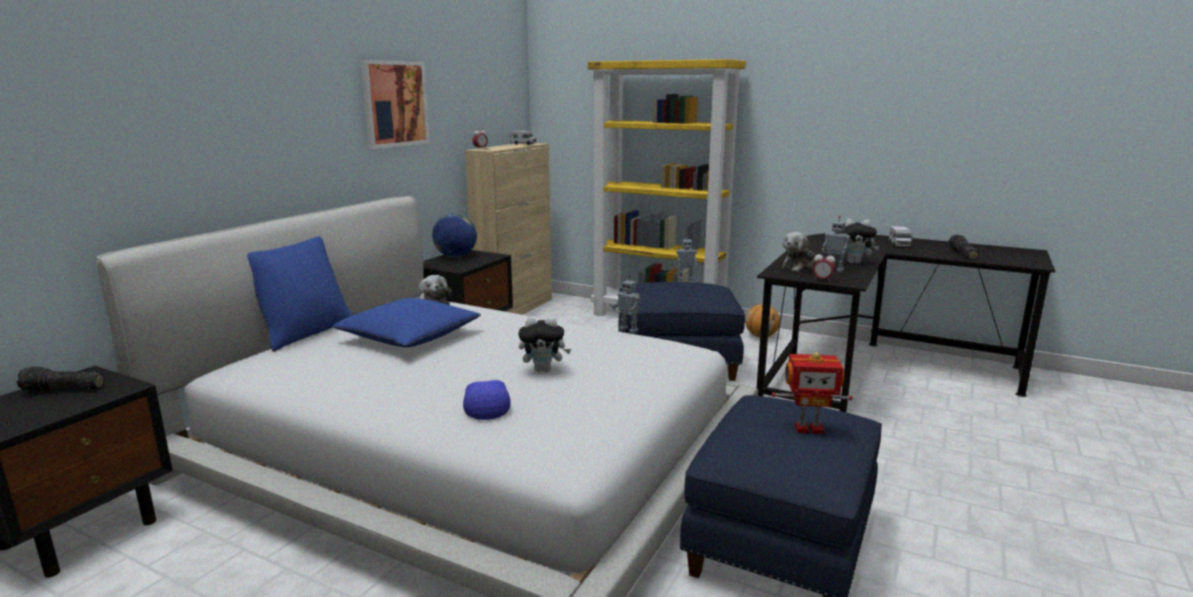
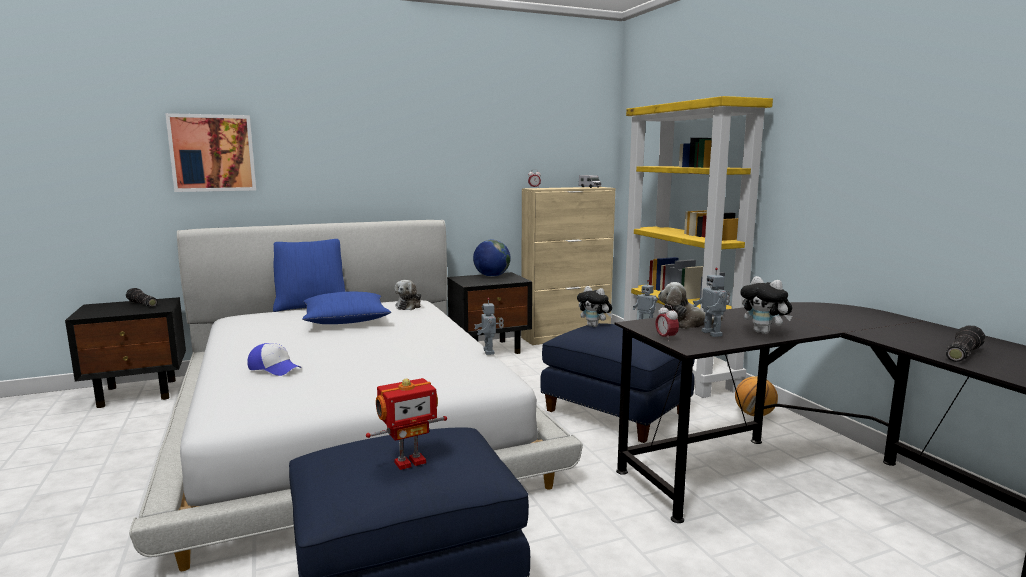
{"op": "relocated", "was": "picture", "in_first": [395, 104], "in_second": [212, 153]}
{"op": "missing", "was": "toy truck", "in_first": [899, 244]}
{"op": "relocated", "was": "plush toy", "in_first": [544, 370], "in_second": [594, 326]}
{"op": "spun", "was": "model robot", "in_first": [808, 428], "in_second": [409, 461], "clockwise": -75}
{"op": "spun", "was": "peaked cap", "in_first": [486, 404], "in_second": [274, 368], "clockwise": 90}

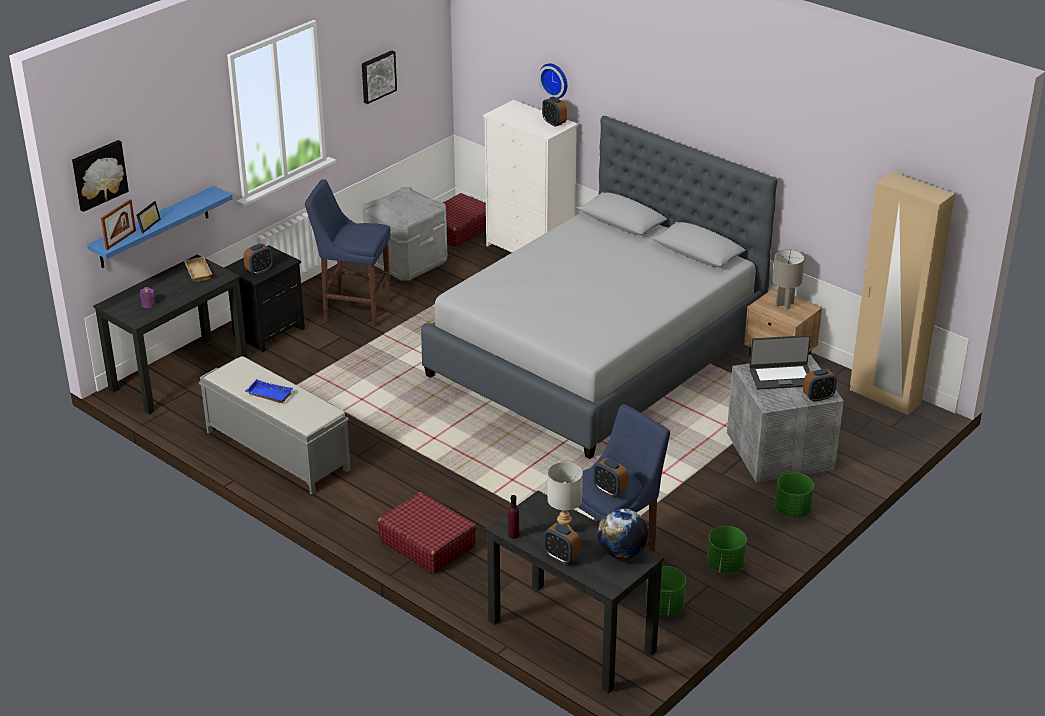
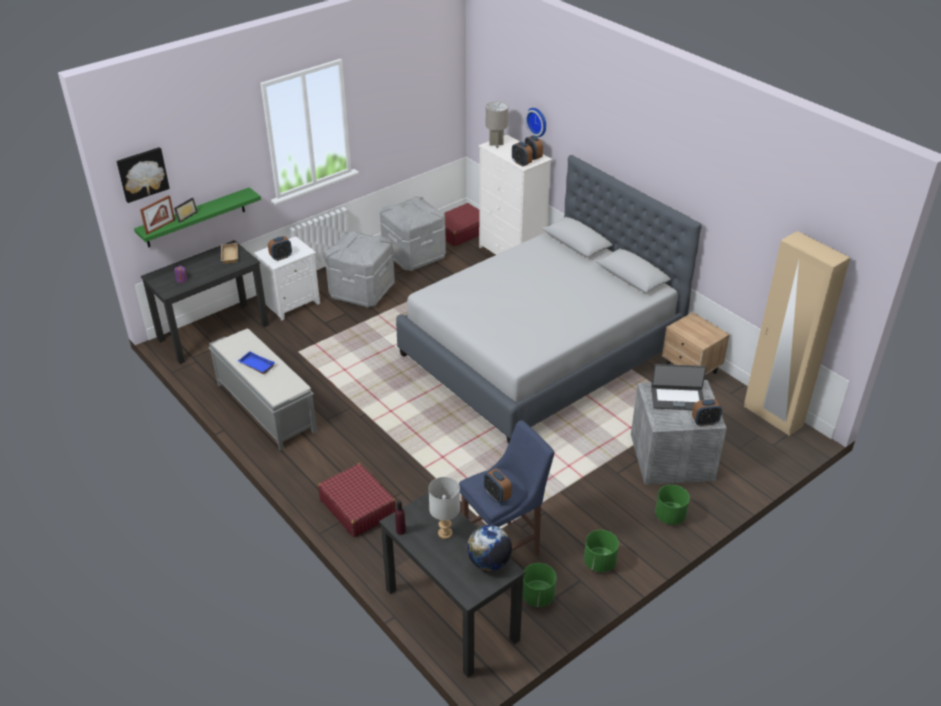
{"op": "missing", "was": "picture", "in_first": [377, 76]}
{"op": "exchanged", "was": "blue-coloured sitting stool", "now": "grey storage box", "in_first": [353, 309], "in_second": [362, 291]}
{"op": "colour", "was": "blue-coloured wall shelf", "now": "green-coloured wall shelf", "in_first": [154, 228], "in_second": [195, 218]}
{"op": "colour", "was": "blackish night table", "now": "white-coloured night table", "in_first": [268, 331], "in_second": [292, 303]}
{"op": "relocated", "was": "grey table lamp", "in_first": [784, 304], "in_second": [496, 144]}
{"op": "relocated", "was": "bedside clock", "in_first": [561, 557], "in_second": [521, 163]}

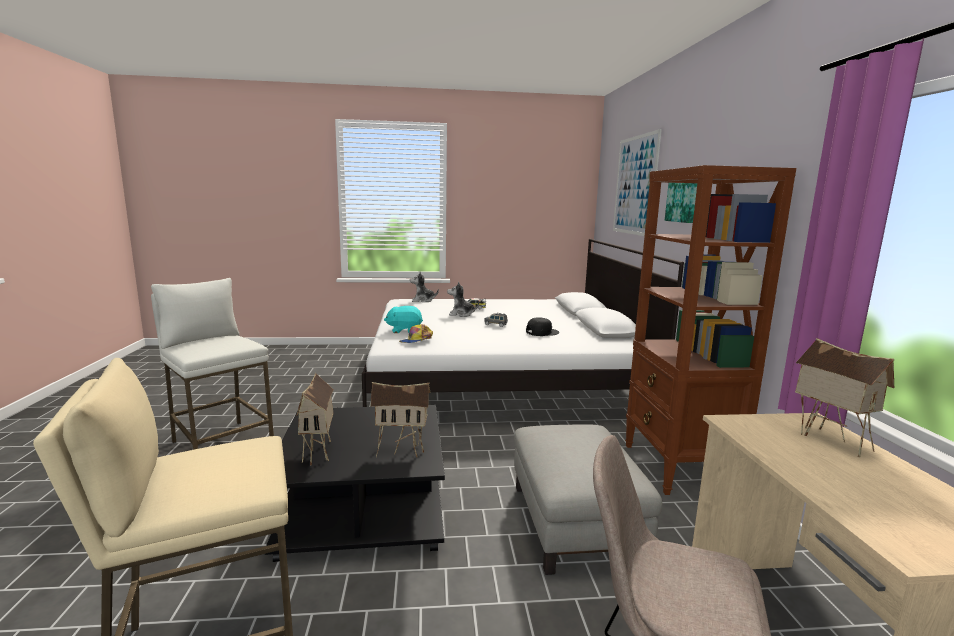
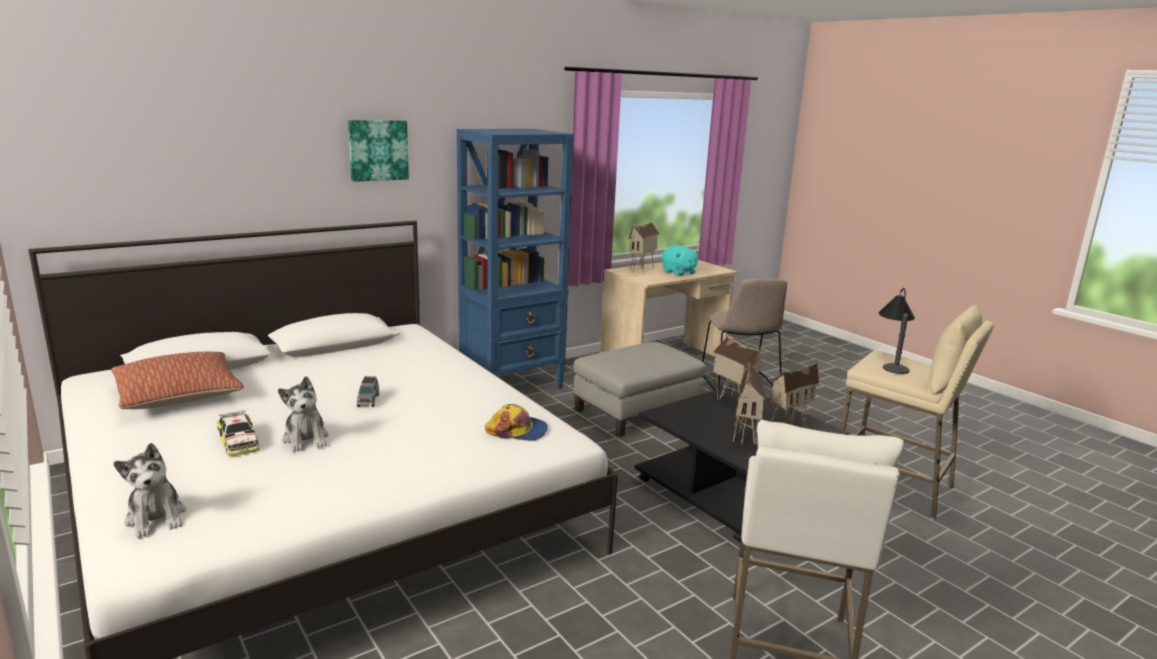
{"op": "missing", "was": "picture", "in_first": [635, 185]}
{"op": "colour", "was": "brown bookcase", "now": "blue-coloured bookcase", "in_first": [678, 467], "in_second": [512, 385]}
{"op": "relocated", "was": "turquoise-coloured plush toy", "in_first": [404, 330], "in_second": [678, 272]}
{"op": "missing", "was": "blackish peaked cap", "in_first": [542, 332]}
{"op": "appeared", "now": "table lamp", "in_second": [891, 360]}
{"op": "appeared", "now": "cushion", "in_second": [179, 396]}
{"op": "appeared", "now": "model house", "in_second": [746, 437]}

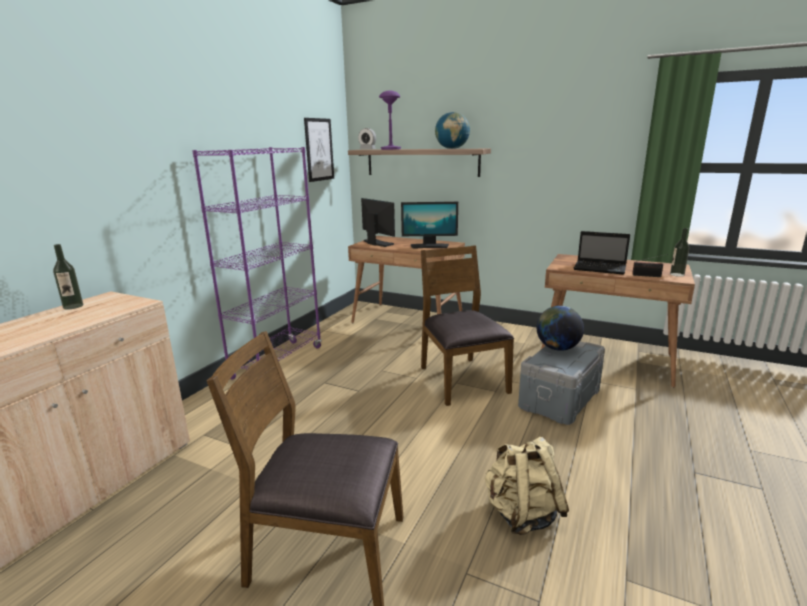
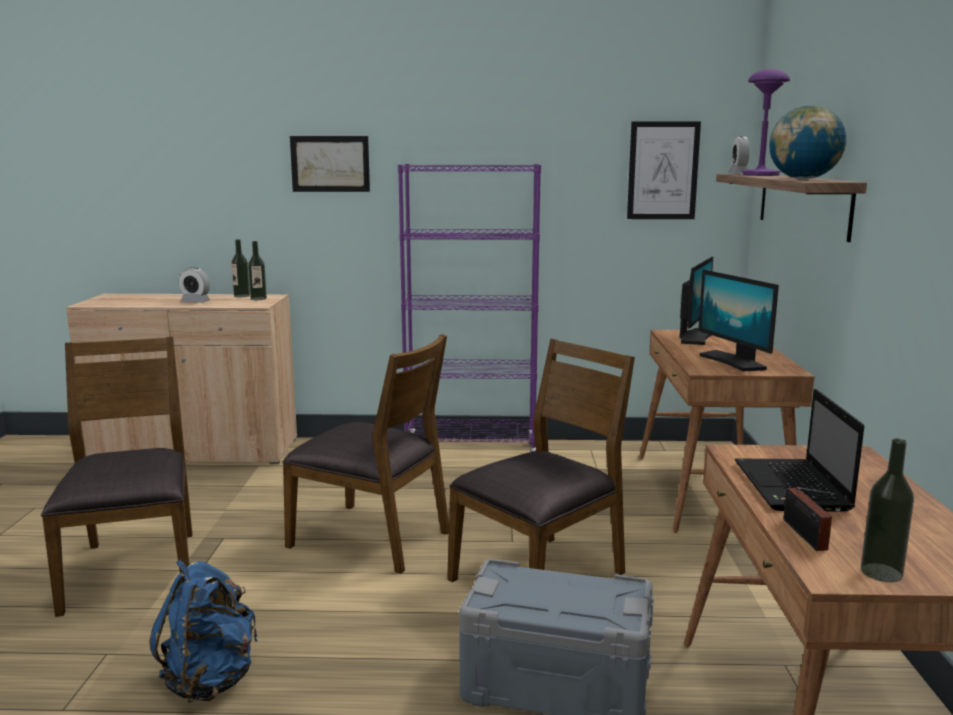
{"op": "missing", "was": "desk globe", "in_first": [557, 348]}
{"op": "colour", "was": "sand-coloured rucksack", "now": "blue-coloured rucksack", "in_first": [522, 514], "in_second": [211, 679]}
{"op": "appeared", "now": "picture", "in_second": [330, 164]}
{"op": "appeared", "now": "beverage bottle", "in_second": [258, 299]}
{"op": "appeared", "now": "bedside clock", "in_second": [195, 302]}
{"op": "appeared", "now": "brown plain chair", "in_second": [372, 538]}

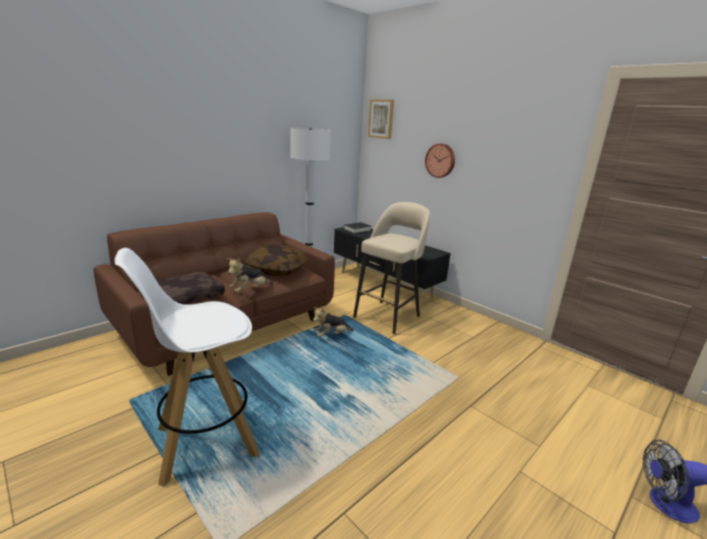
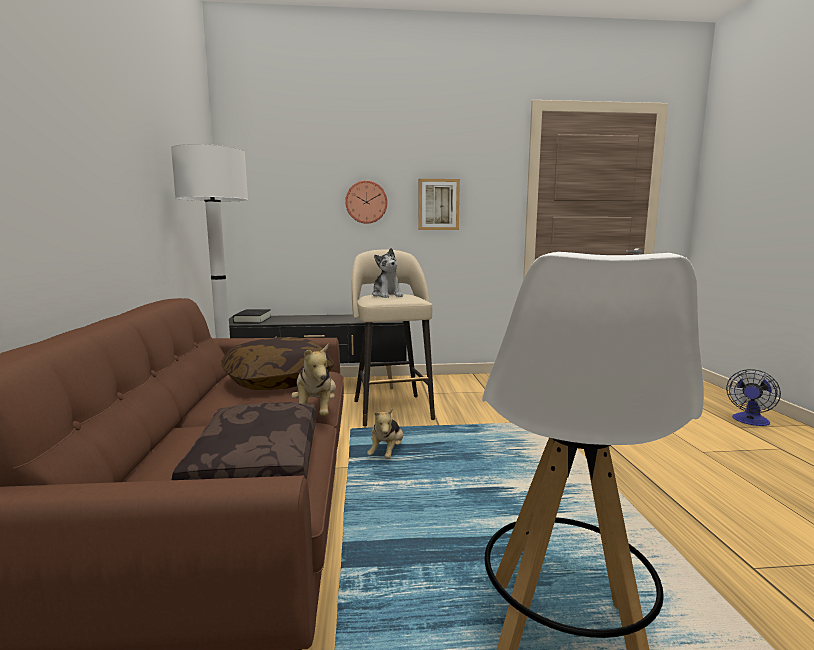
{"op": "relocated", "was": "picture", "in_first": [381, 119], "in_second": [438, 204]}
{"op": "appeared", "now": "plush toy", "in_second": [387, 295]}

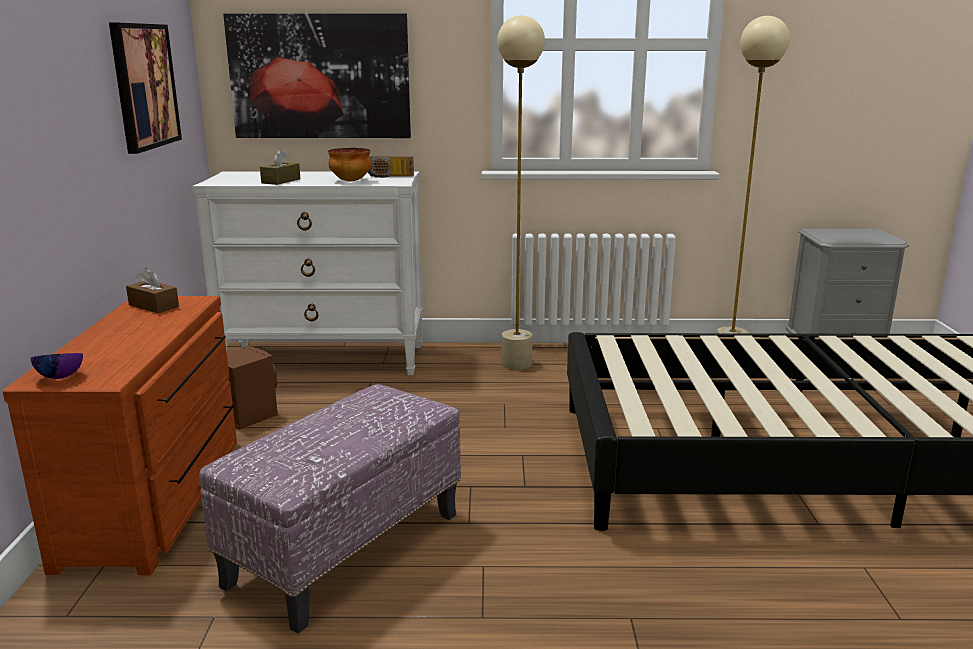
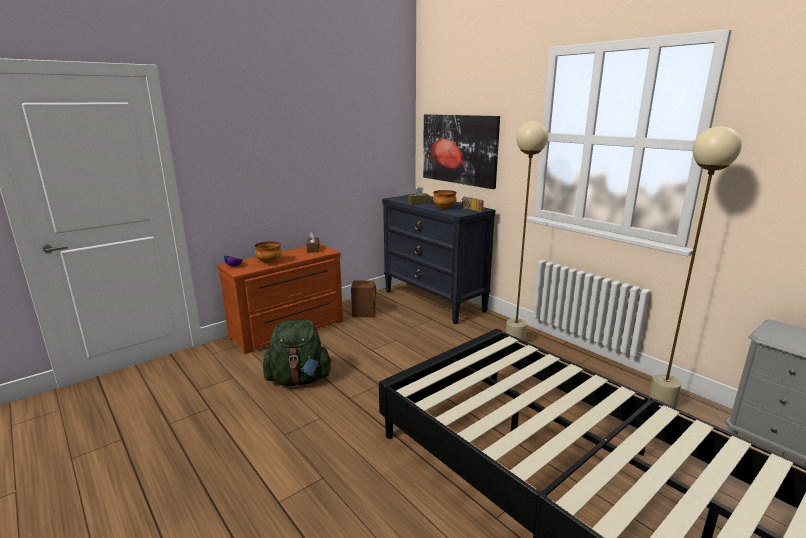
{"op": "missing", "was": "picture", "in_first": [144, 86]}
{"op": "colour", "was": "white-coloured chest of drawers", "now": "blackish chest of drawers", "in_first": [325, 359], "in_second": [434, 301]}
{"op": "exchanged", "was": "pouffe", "now": "green-coloured rucksack", "in_first": [345, 547], "in_second": [299, 380]}
{"op": "appeared", "now": "serving bowl", "in_second": [269, 262]}

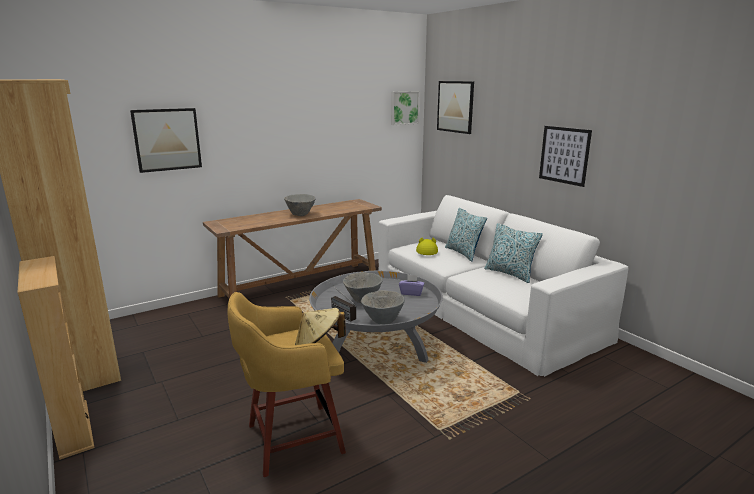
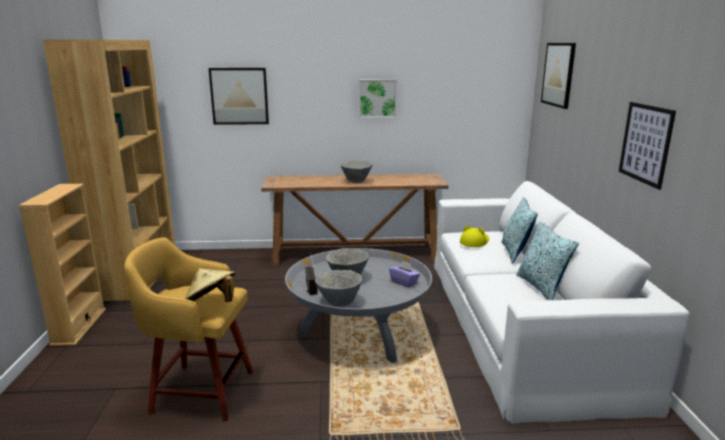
{"op": "relocated", "was": "picture", "in_first": [404, 108], "in_second": [377, 98]}

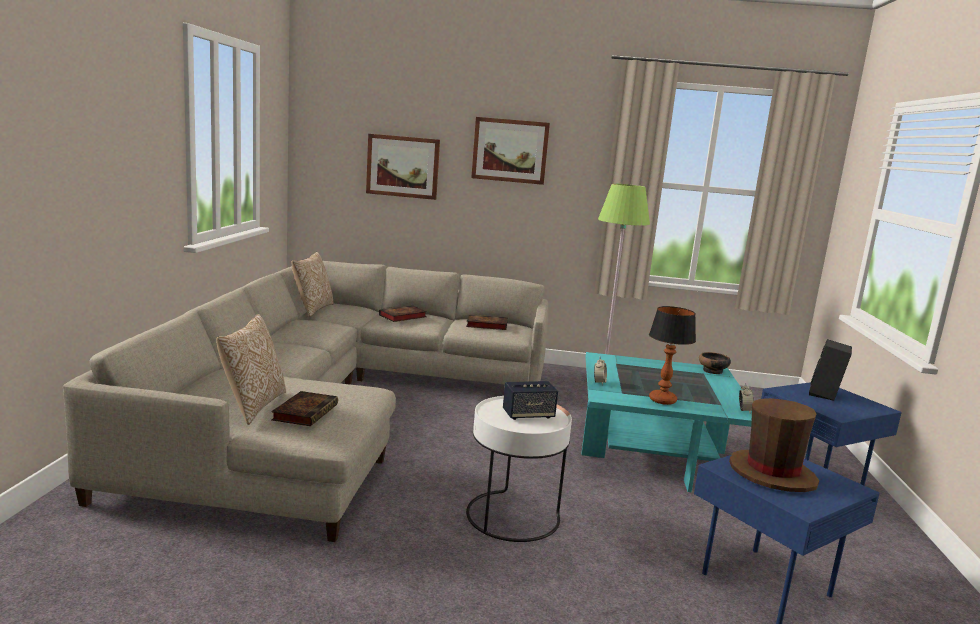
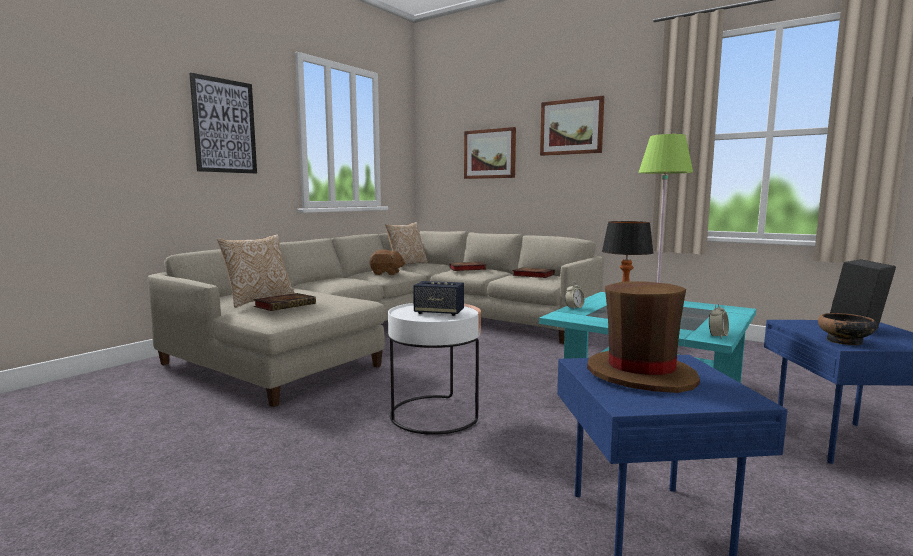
{"op": "relocated", "was": "serving bowl", "in_first": [712, 371], "in_second": [844, 341]}
{"op": "appeared", "now": "picture", "in_second": [224, 126]}
{"op": "appeared", "now": "brown plush toy", "in_second": [386, 273]}

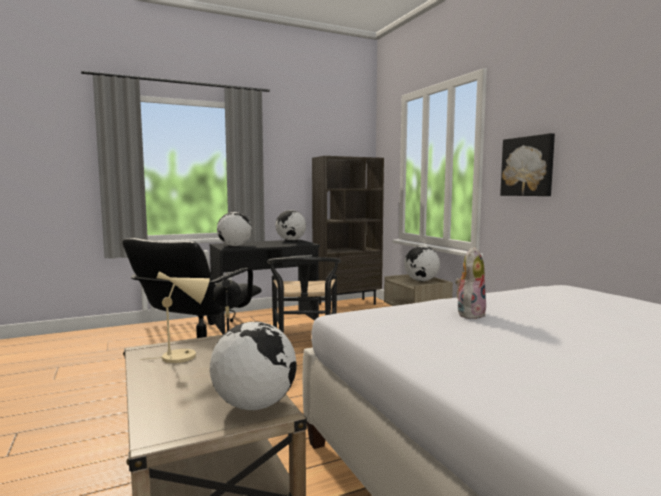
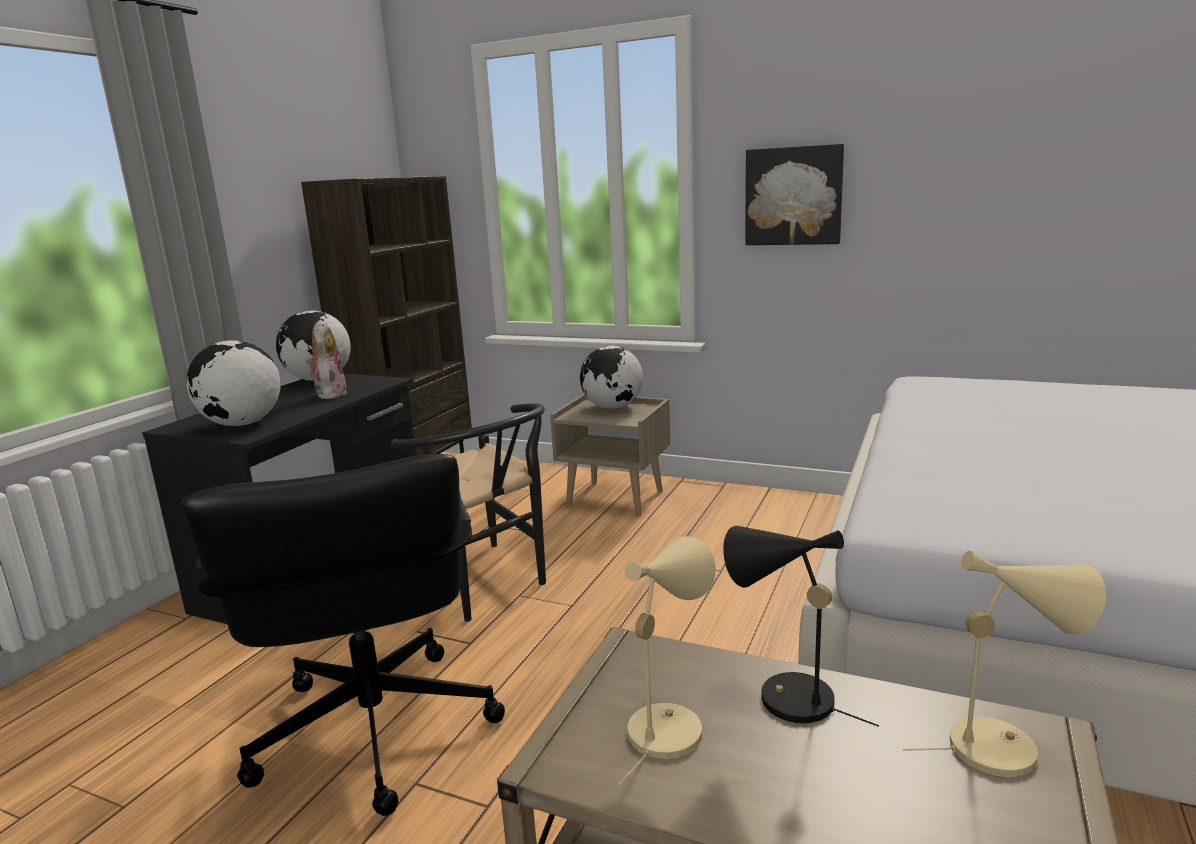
{"op": "relocated", "was": "plush toy", "in_first": [469, 314], "in_second": [329, 394]}
{"op": "exchanged", "was": "desk globe", "now": "sand-coloured table lamp", "in_first": [254, 405], "in_second": [1004, 746]}

